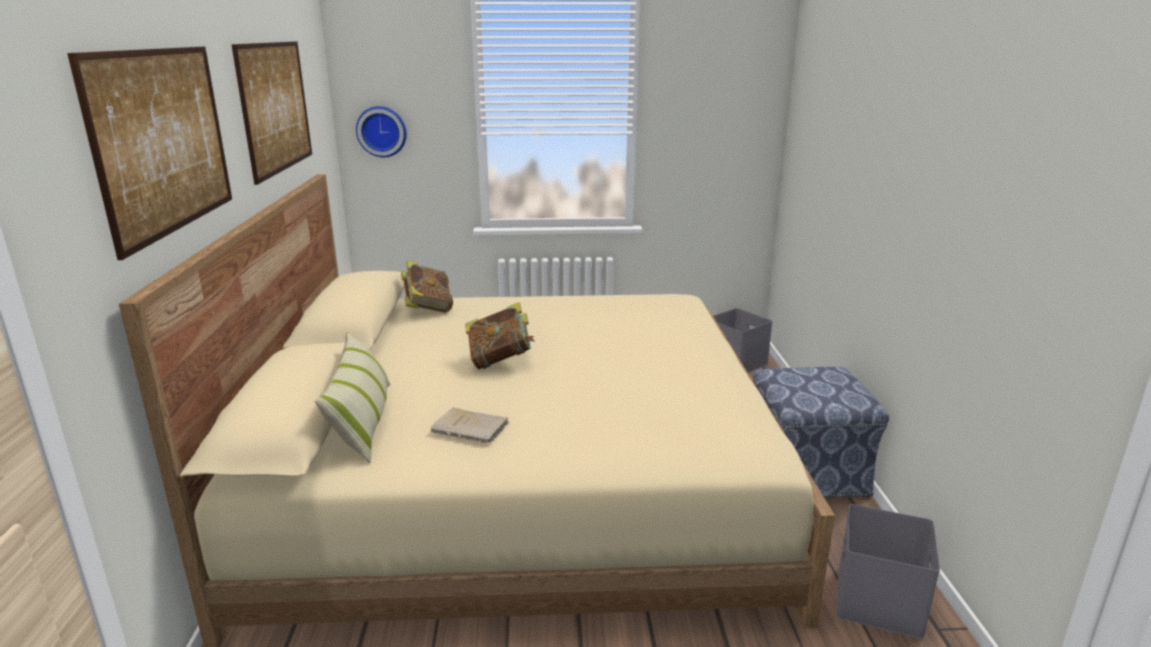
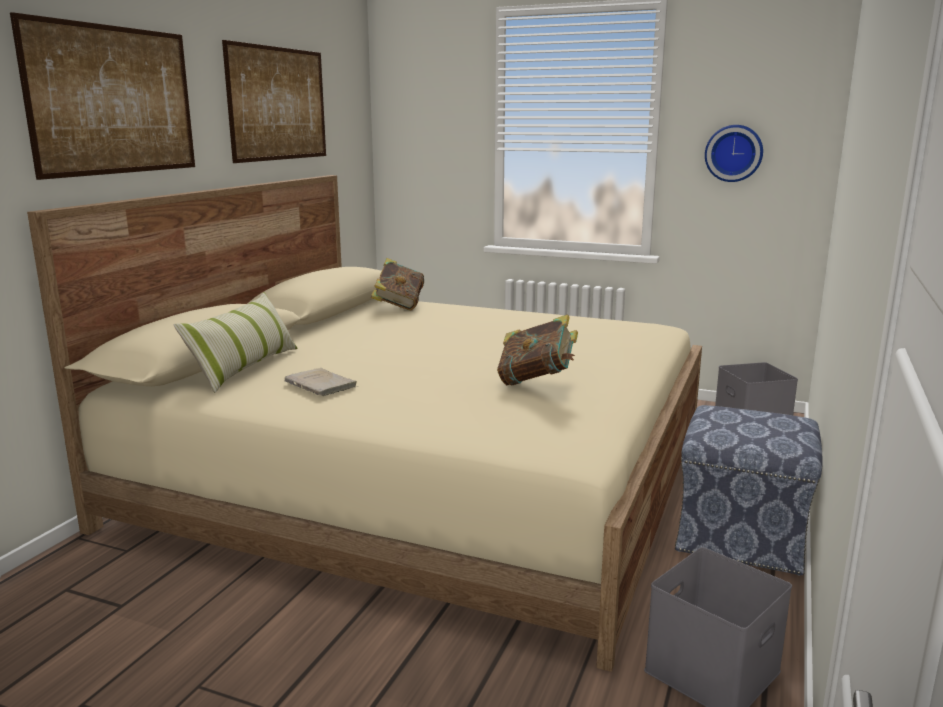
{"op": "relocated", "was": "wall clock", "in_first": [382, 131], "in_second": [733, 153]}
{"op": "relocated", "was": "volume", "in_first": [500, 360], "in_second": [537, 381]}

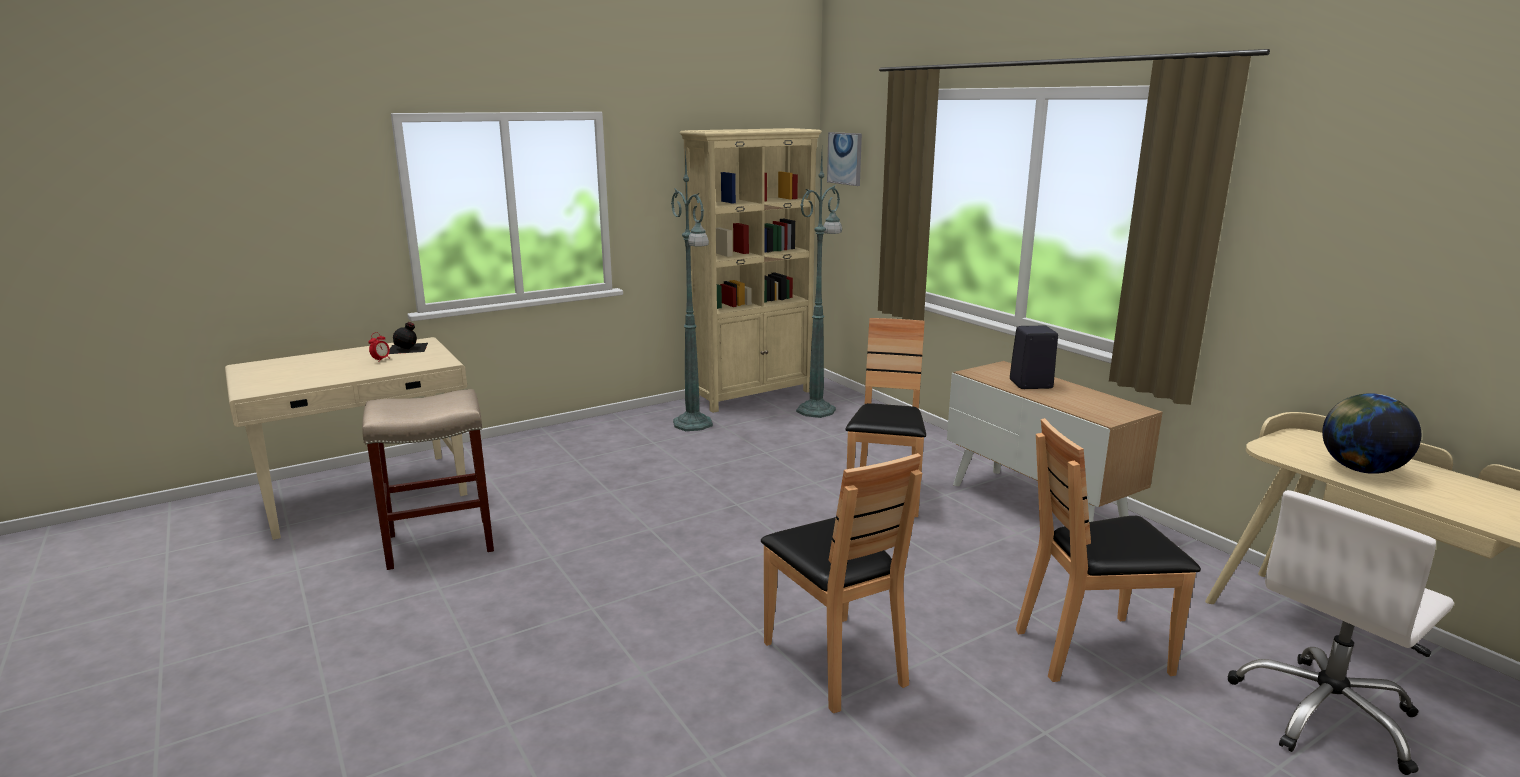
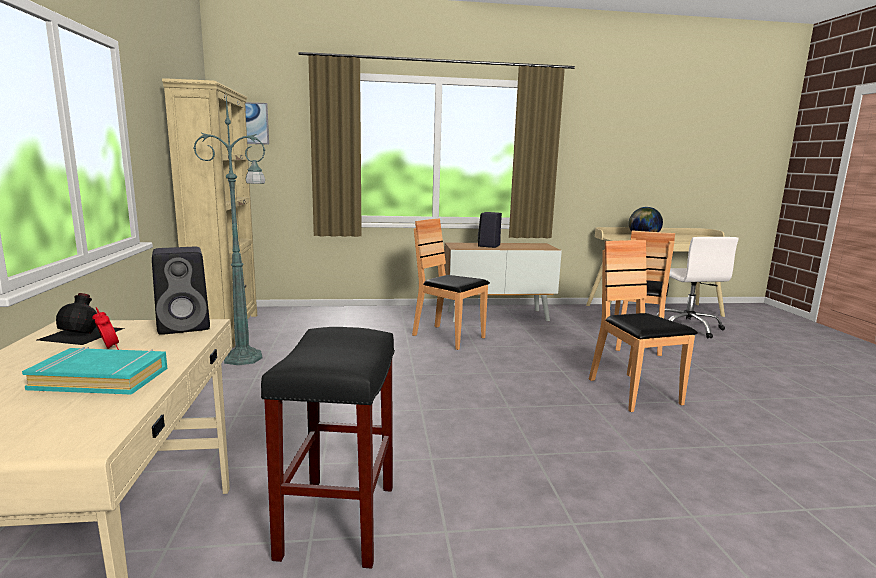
{"op": "missing", "was": "green-coloured standing lamp", "in_first": [817, 410]}
{"op": "colour", "was": "sand-coloured sitting stool", "now": "blackish sitting stool", "in_first": [438, 543], "in_second": [339, 522]}
{"op": "spun", "was": "brown plain chair", "in_first": [835, 661], "in_second": [633, 392], "clockwise": -105}
{"op": "appeared", "now": "blackish speaker", "in_second": [186, 326]}
{"op": "appeared", "now": "turquoise-coloured volume", "in_second": [101, 378]}

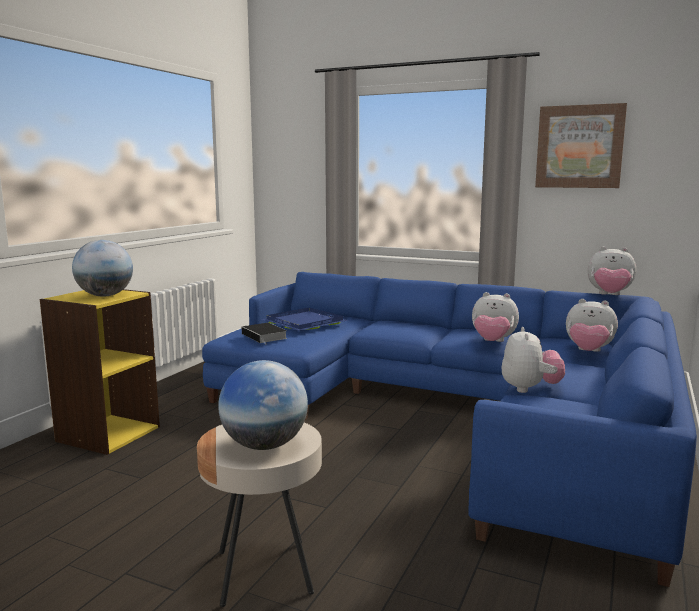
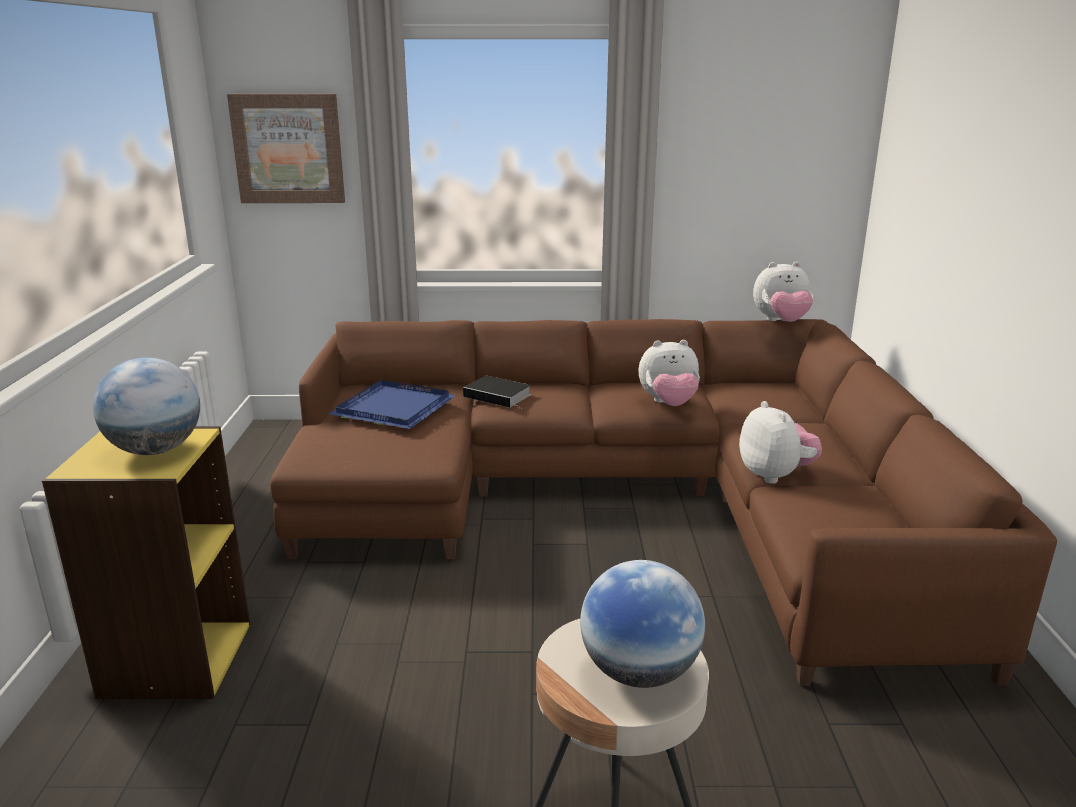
{"op": "relocated", "was": "picture", "in_first": [579, 147], "in_second": [288, 149]}
{"op": "colour", "was": "blue-coloured couch", "now": "brown couch", "in_first": [453, 412], "in_second": [627, 500]}
{"op": "missing", "was": "plush toy", "in_first": [588, 351]}
{"op": "relocated", "was": "volume", "in_first": [265, 336], "in_second": [499, 396]}

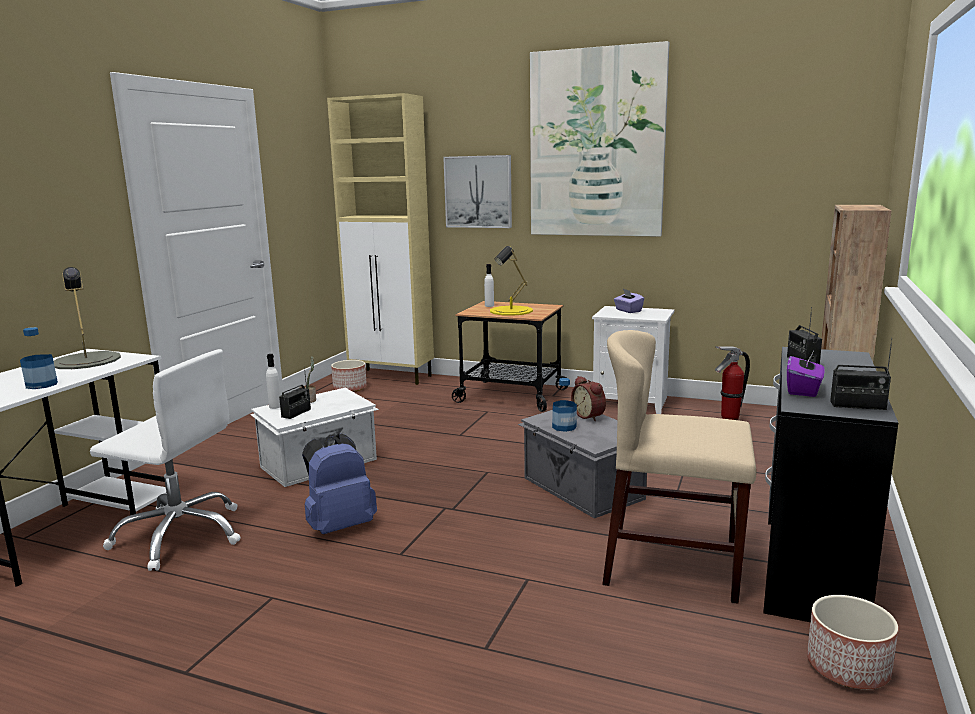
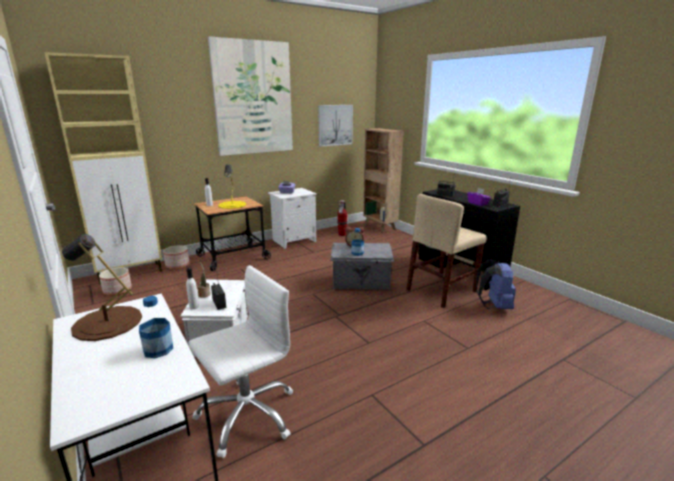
{"op": "relocated", "was": "picture", "in_first": [478, 192], "in_second": [335, 125]}
{"op": "colour", "was": "grey table lamp", "now": "brown table lamp", "in_first": [86, 360], "in_second": [107, 323]}
{"op": "relocated", "was": "blue-coloured rucksack", "in_first": [339, 526], "in_second": [494, 306]}
{"op": "relocated", "was": "plant pot", "in_first": [848, 668], "in_second": [178, 265]}

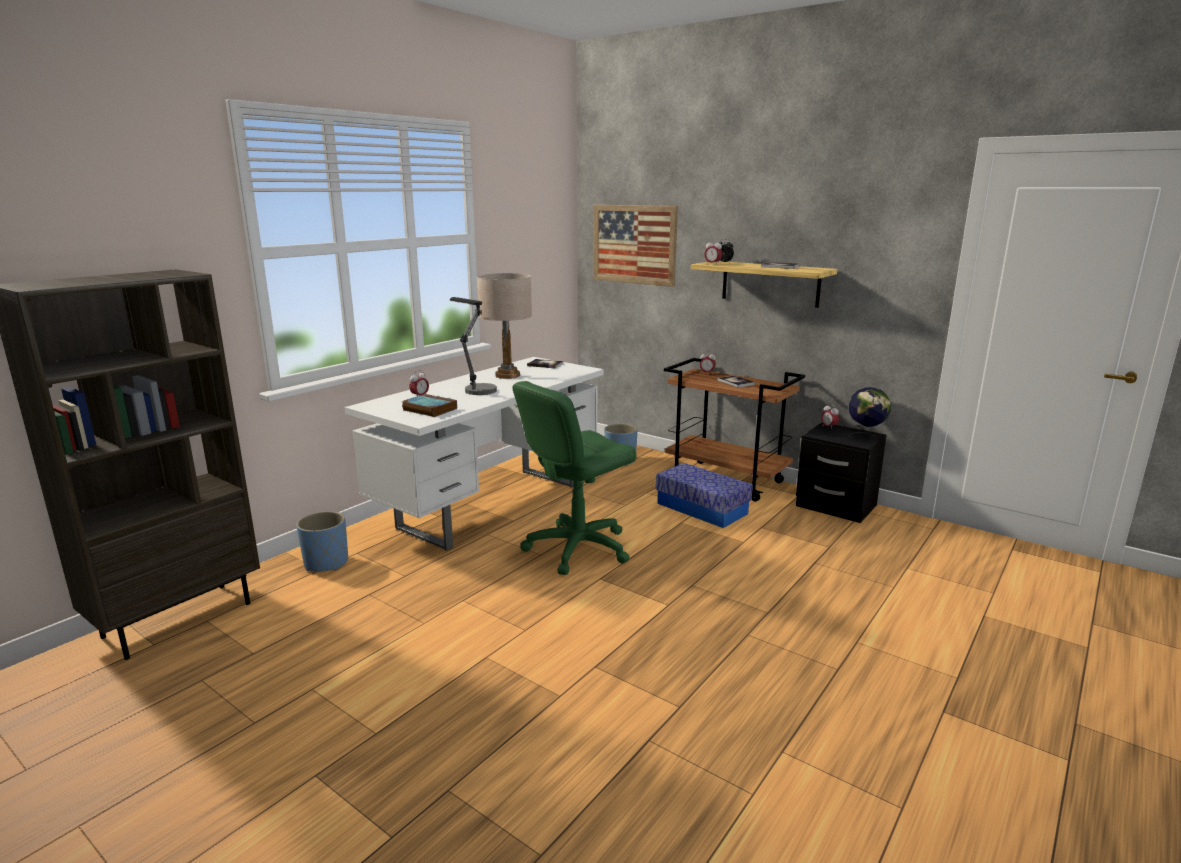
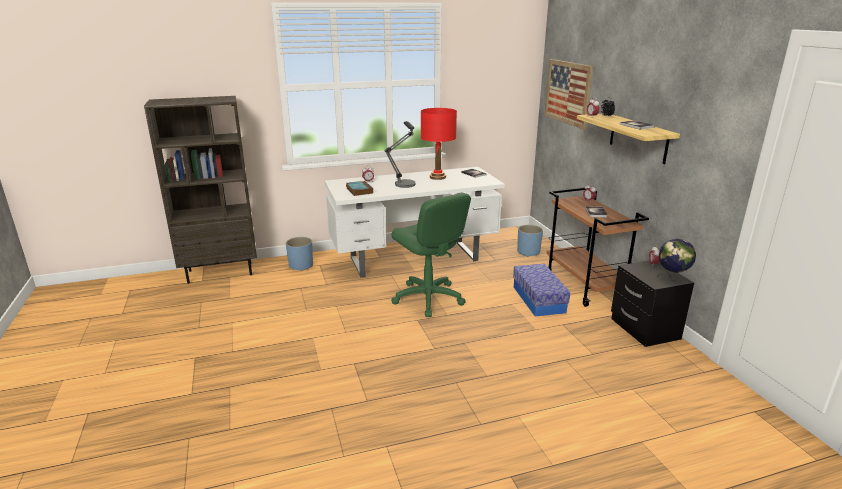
{"op": "colour", "was": "sand-coloured table lamp", "now": "reddish table lamp", "in_first": [507, 375], "in_second": [437, 177]}
{"op": "spun", "was": "green-coloured desk chair", "in_first": [577, 548], "in_second": [428, 298], "clockwise": -120}

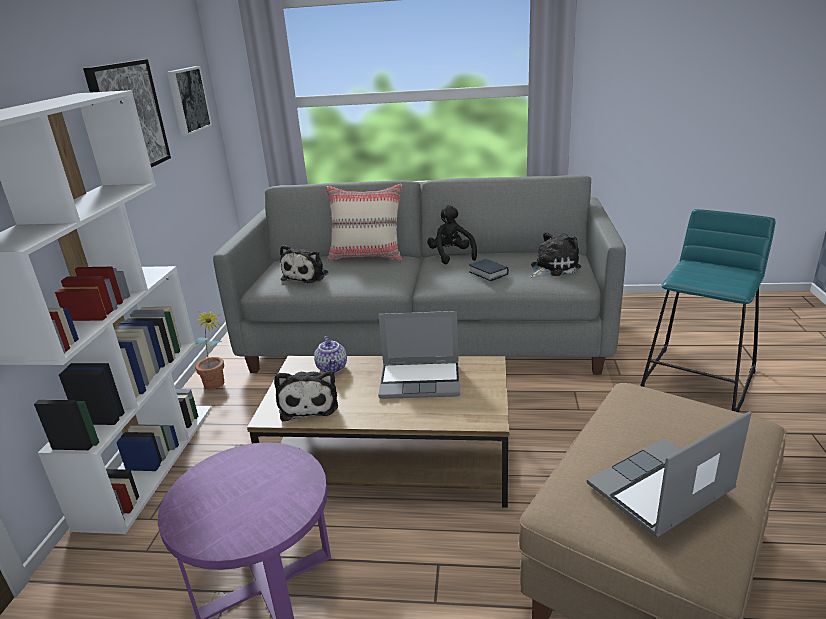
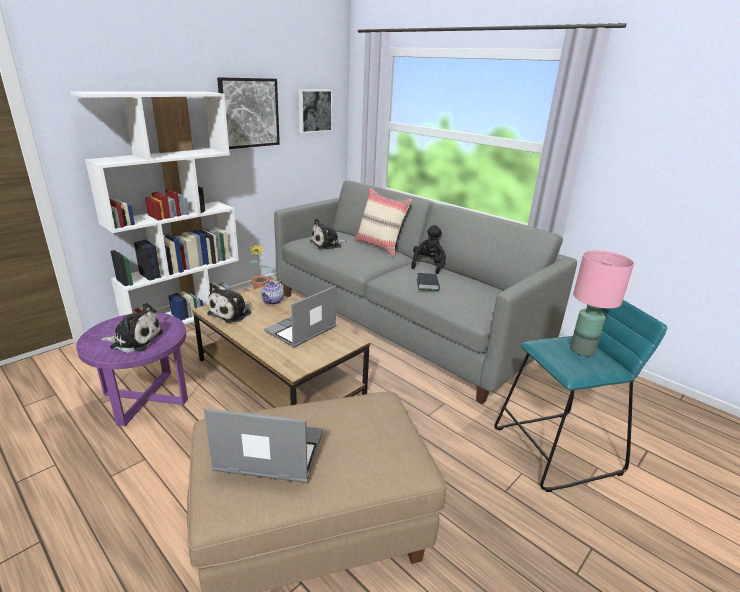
{"op": "relocated", "was": "plush toy", "in_first": [552, 267], "in_second": [134, 340]}
{"op": "spun", "was": "notebook computer", "in_first": [421, 380], "in_second": [301, 330], "clockwise": 90}
{"op": "appeared", "now": "pink table lamp", "in_second": [582, 350]}

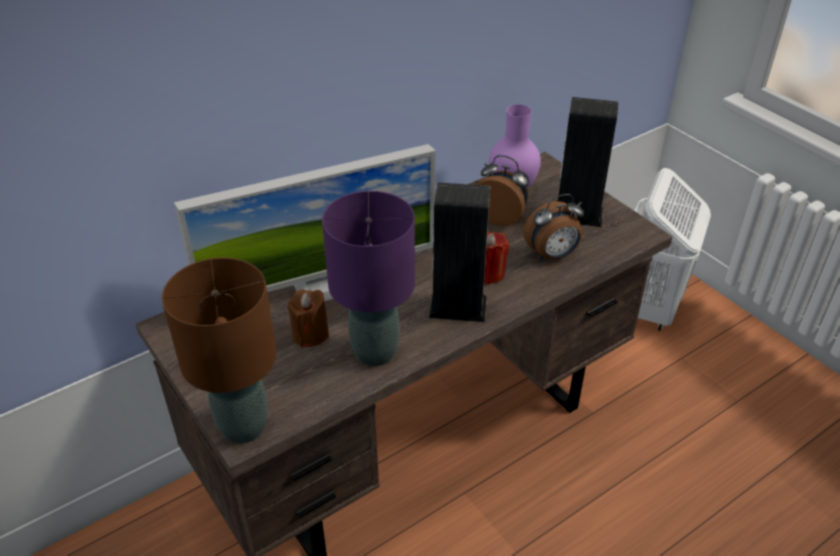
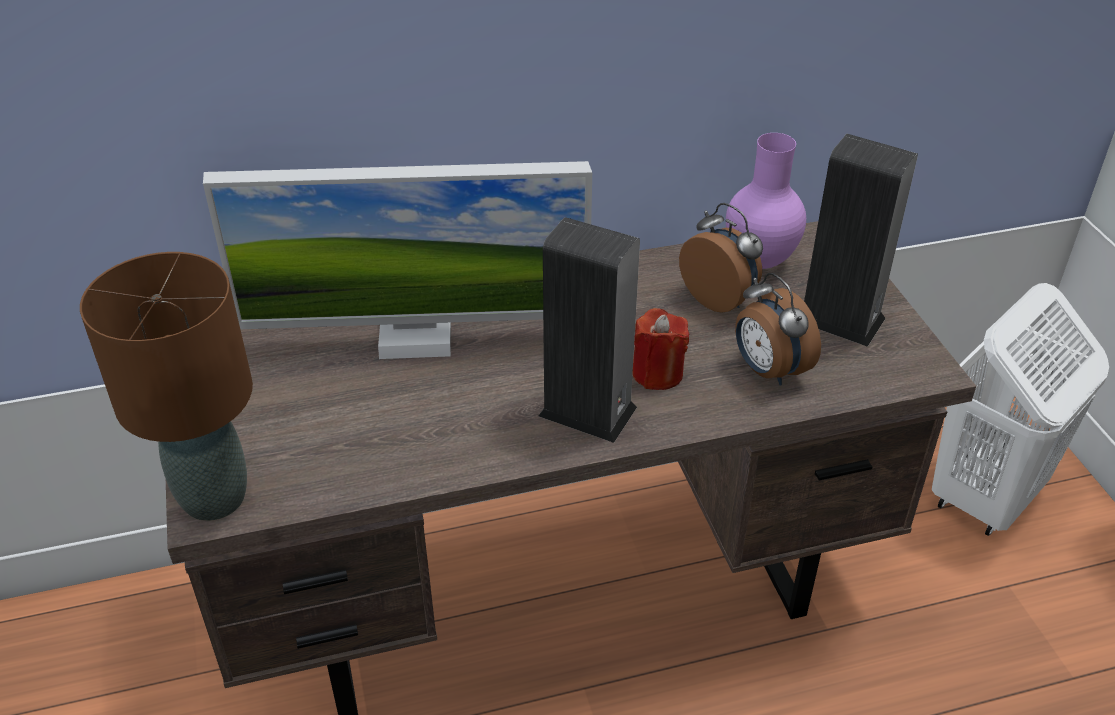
{"op": "missing", "was": "purple table lamp", "in_first": [374, 351]}
{"op": "spun", "was": "bedside clock", "in_first": [552, 255], "in_second": [768, 370], "clockwise": 60}
{"op": "missing", "was": "brown candle", "in_first": [310, 334]}

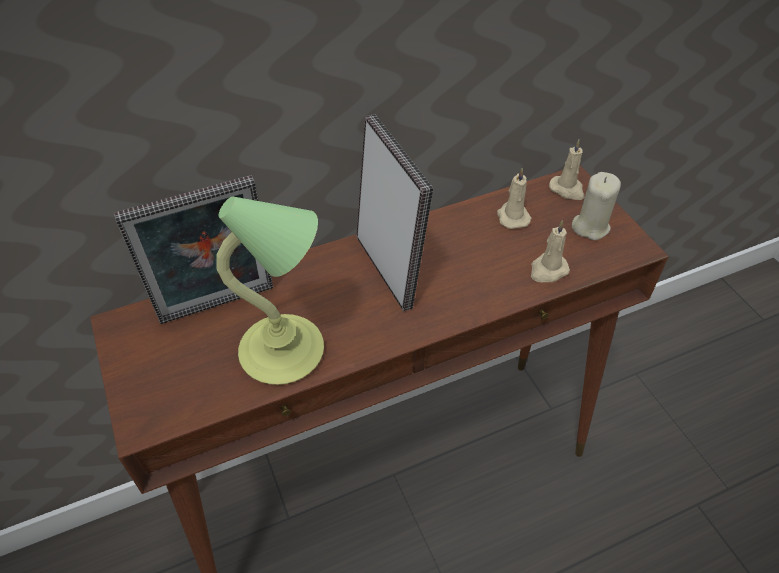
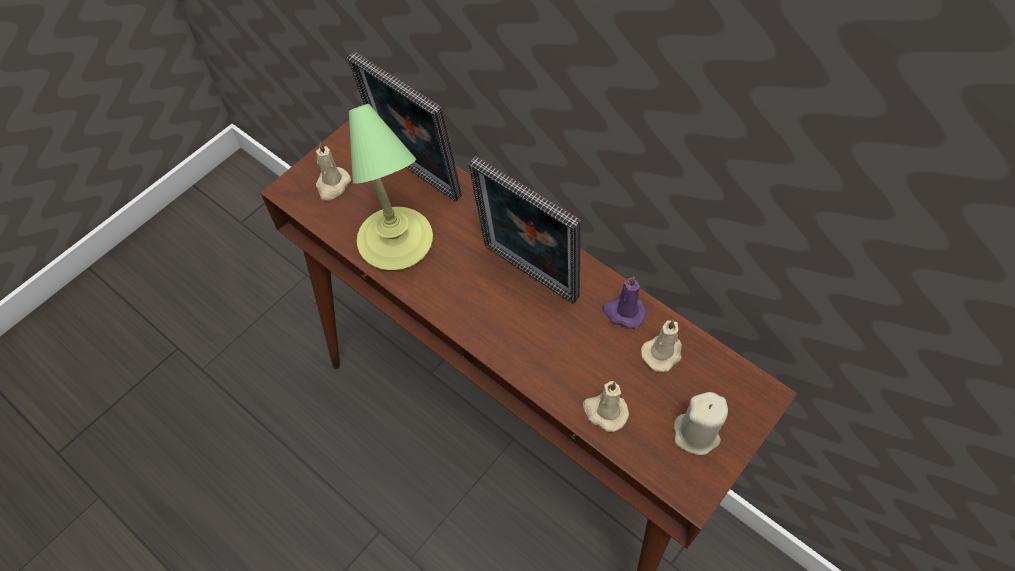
{"op": "spun", "was": "picture frame", "in_first": [389, 269], "in_second": [526, 276], "clockwise": 90}
{"op": "relocated", "was": "sand-coloured candle", "in_first": [567, 190], "in_second": [332, 185]}
{"op": "appeared", "now": "purple candle", "in_second": [623, 312]}

